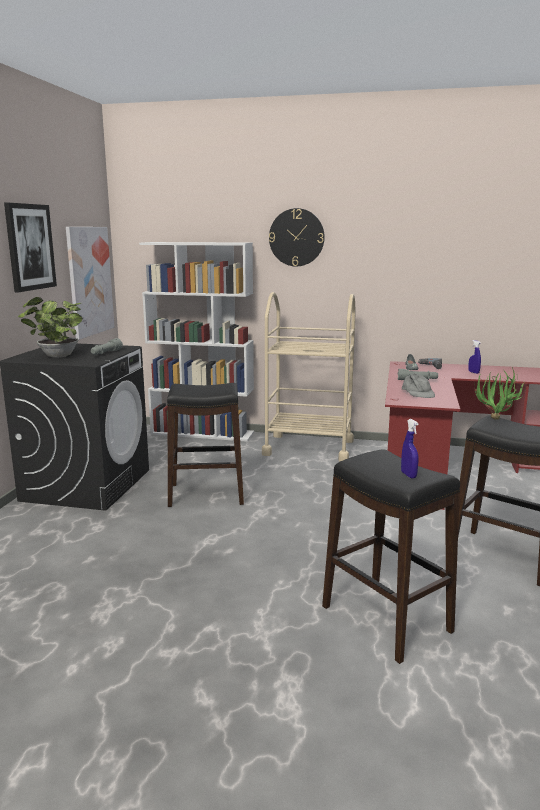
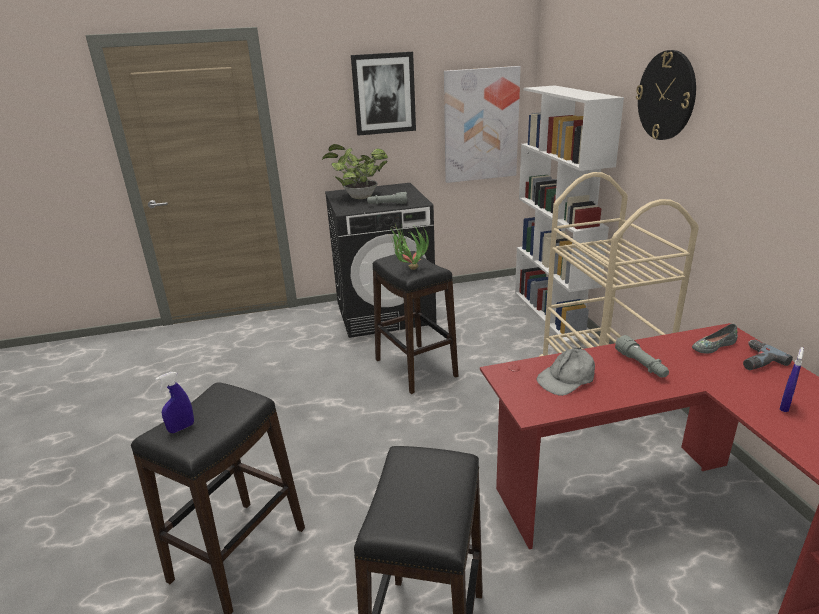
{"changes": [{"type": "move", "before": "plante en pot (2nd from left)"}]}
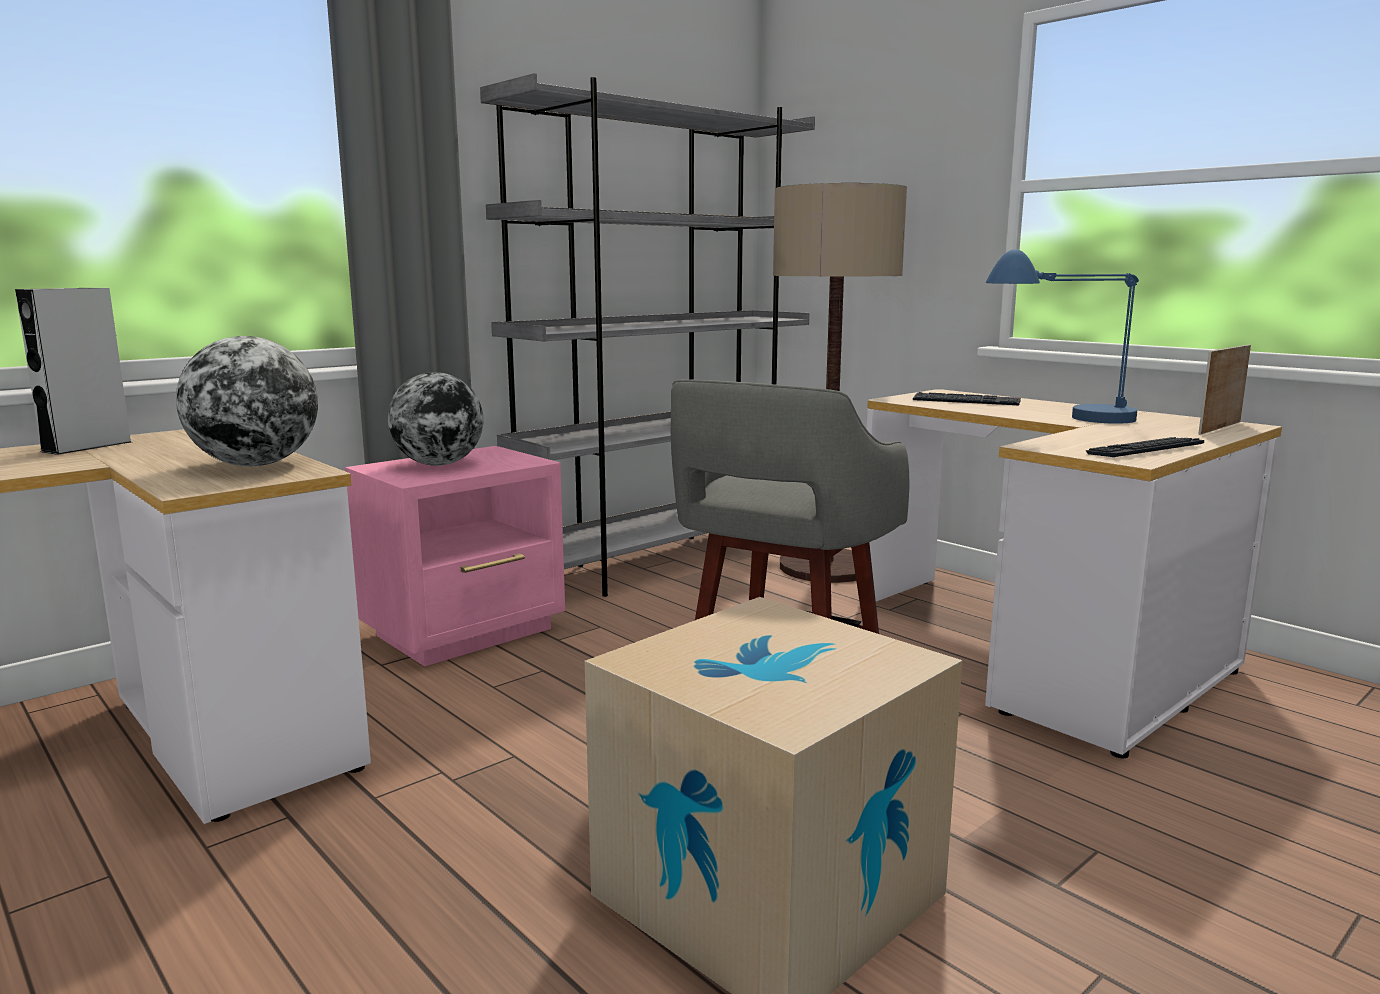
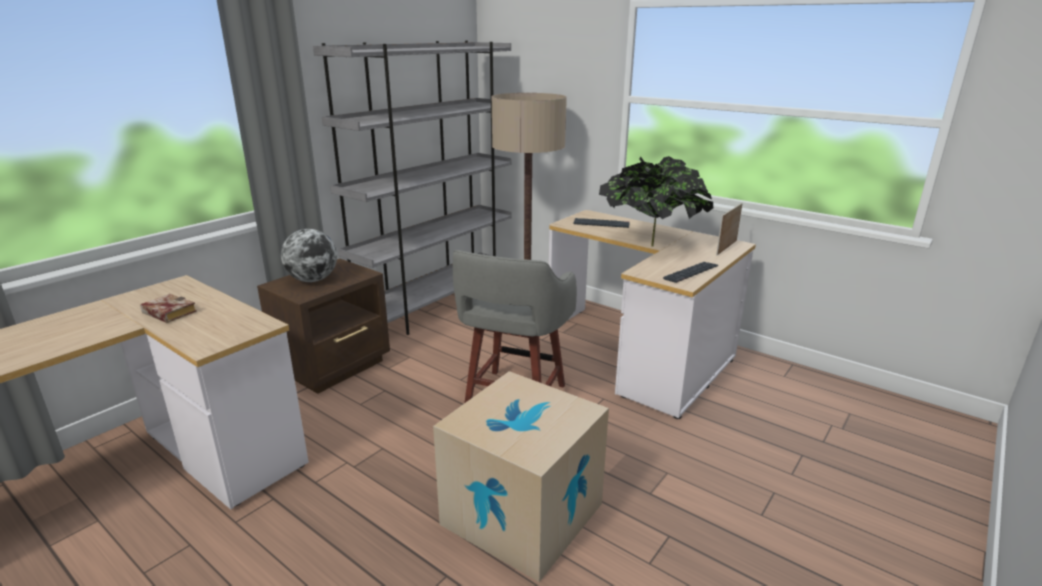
{"changes": [{"type": "insert", "after": "livre"}, {"type": "recolor", "before": "table de chevet/rose", "after": "table de chevet/marron"}, {"type": "replace", "before": "lampe de table/bleu", "after": "plante en pot"}, {"type": "delete", "before": "enceinte/gris"}, {"type": "delete", "before": "globe (1st from left)"}]}
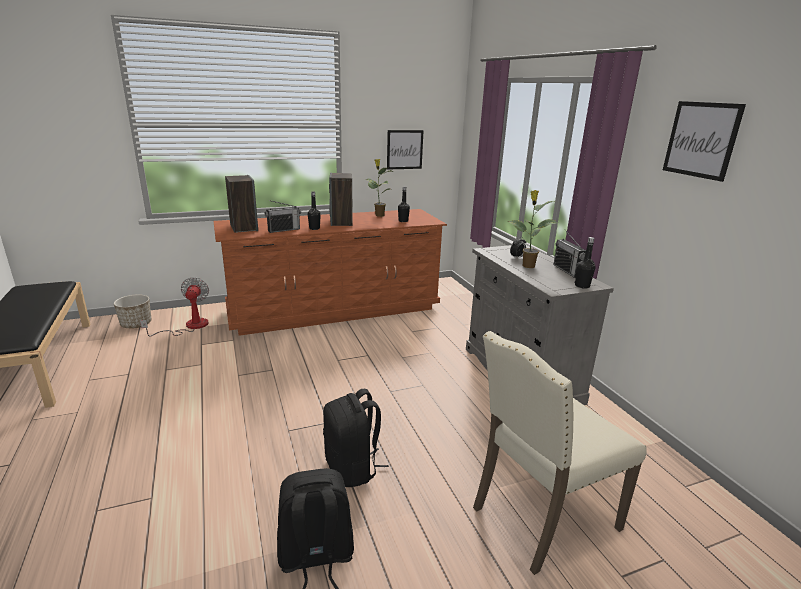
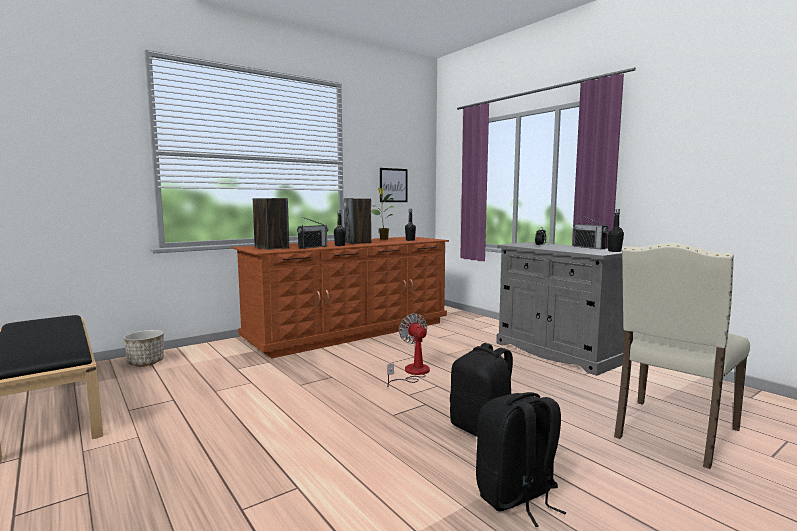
{"changes": [{"type": "move", "before": "ventilateur"}, {"type": "delete", "before": "plante en pot (2nd from left)"}, {"type": "delete", "before": "tableau (2nd from left)"}]}
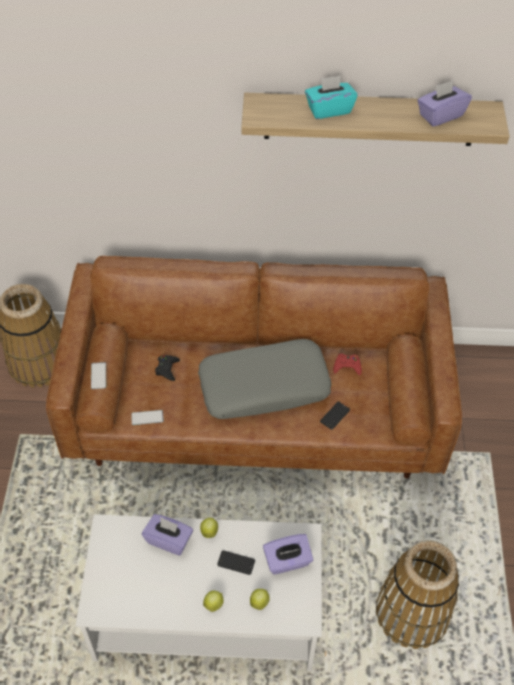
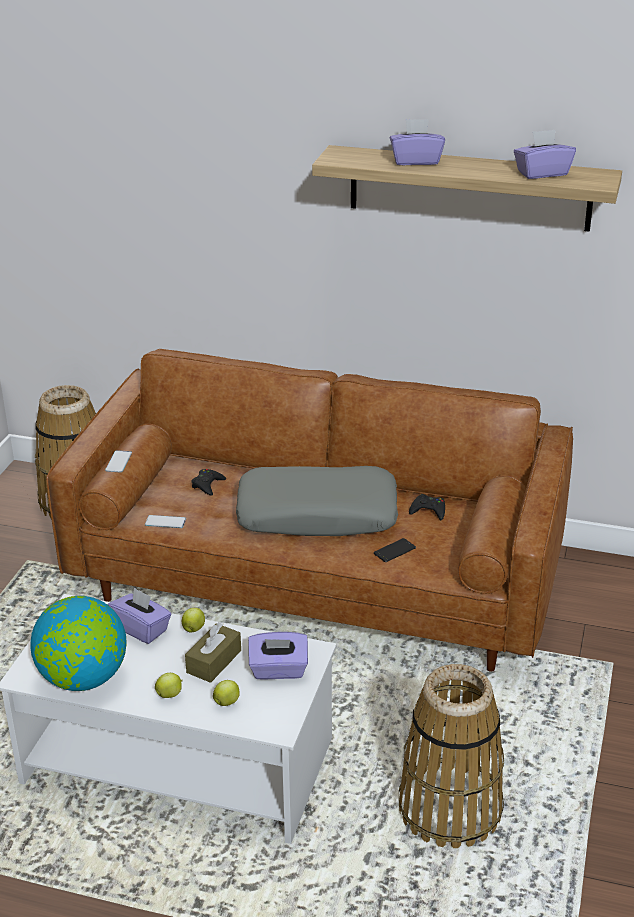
{"changes": [{"type": "insert", "after": "globe"}, {"type": "replace", "before": "téléphone (3rd from left)", "after": "boîte à mouchoirs/marron"}, {"type": "recolor", "before": "boîte à mouchoirs/turquoise", "after": "boîte à mouchoirs/violet (3rd from left)"}, {"type": "recolor", "before": "manette/rouge", "after": "manette/noir (2nd from left)"}]}
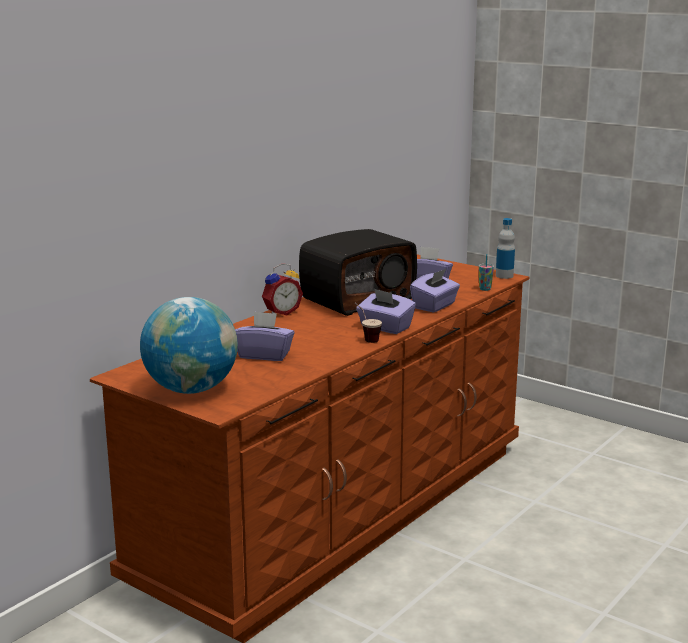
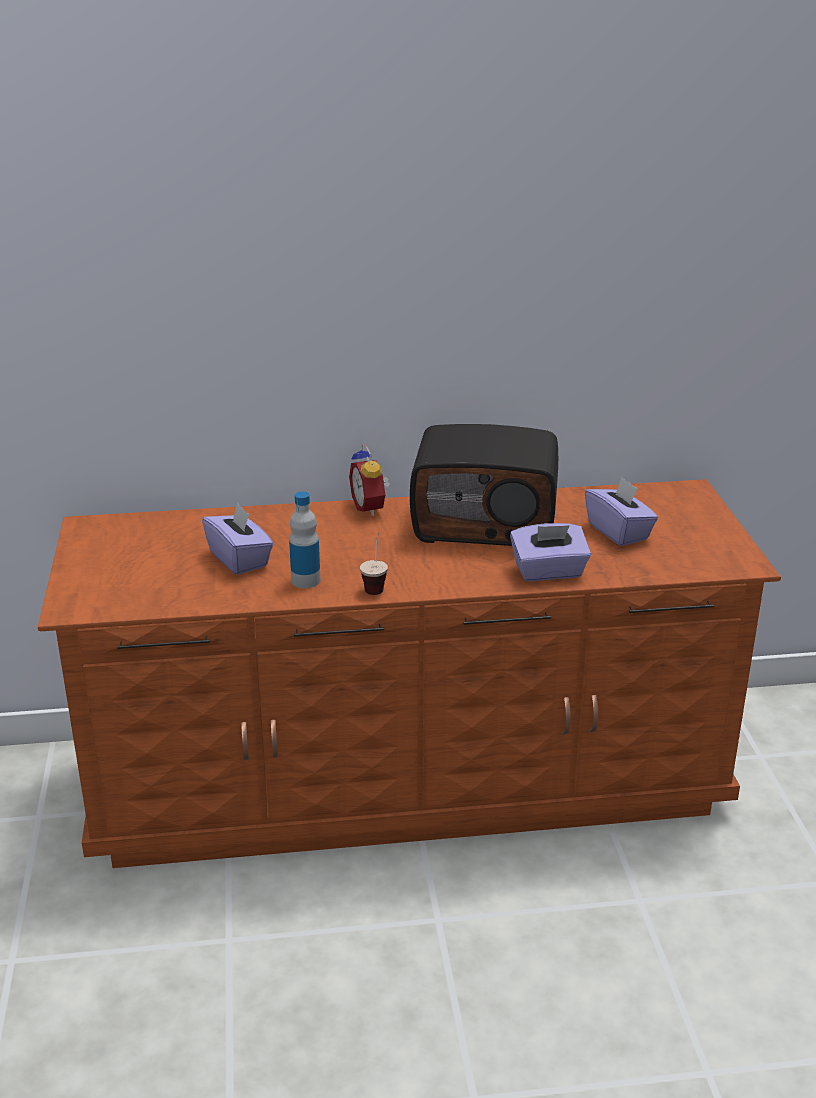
{"changes": [{"type": "move", "before": "bouteille"}, {"type": "rotate", "before": "réveil", "turn": 60}, {"type": "delete", "before": "globe"}, {"type": "delete", "before": "boîte à mouchoirs/violet (2nd from left)"}, {"type": "delete", "before": "tasse (2nd from left)"}]}
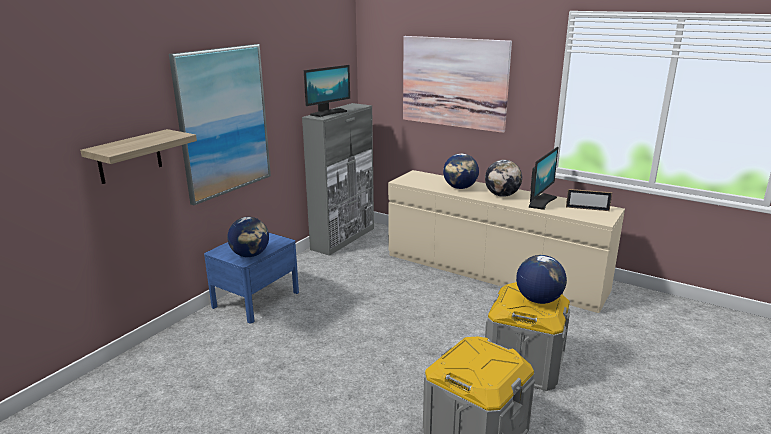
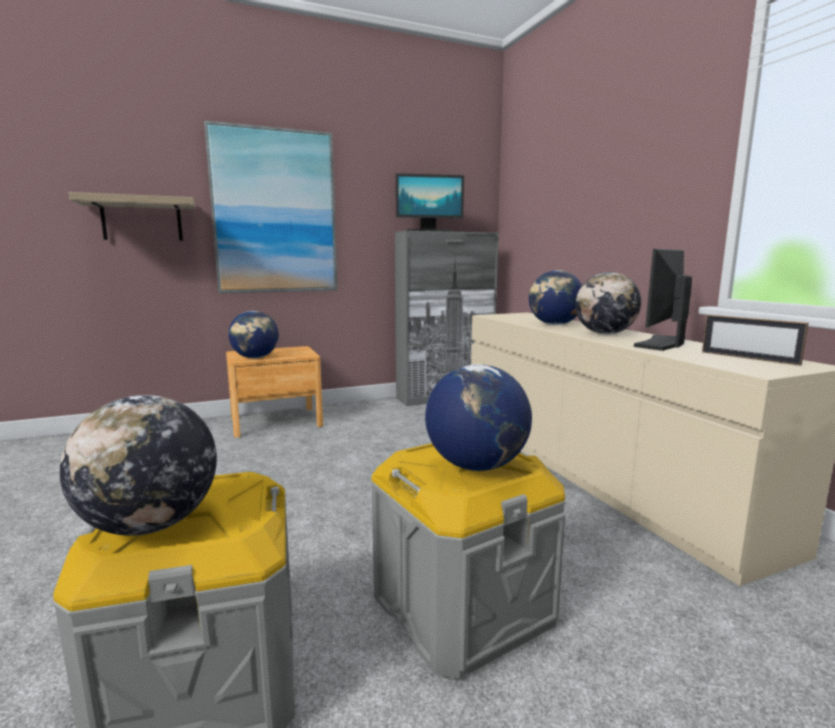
{"changes": [{"type": "insert", "after": "globe (1st from left)"}, {"type": "recolor", "before": "table de chevet/bleu", "after": "table de chevet/marron"}, {"type": "rotate", "before": "écran d'ordinateur (2nd from left)", "turn": 150}, {"type": "delete", "before": "tableau (2nd from left)"}]}
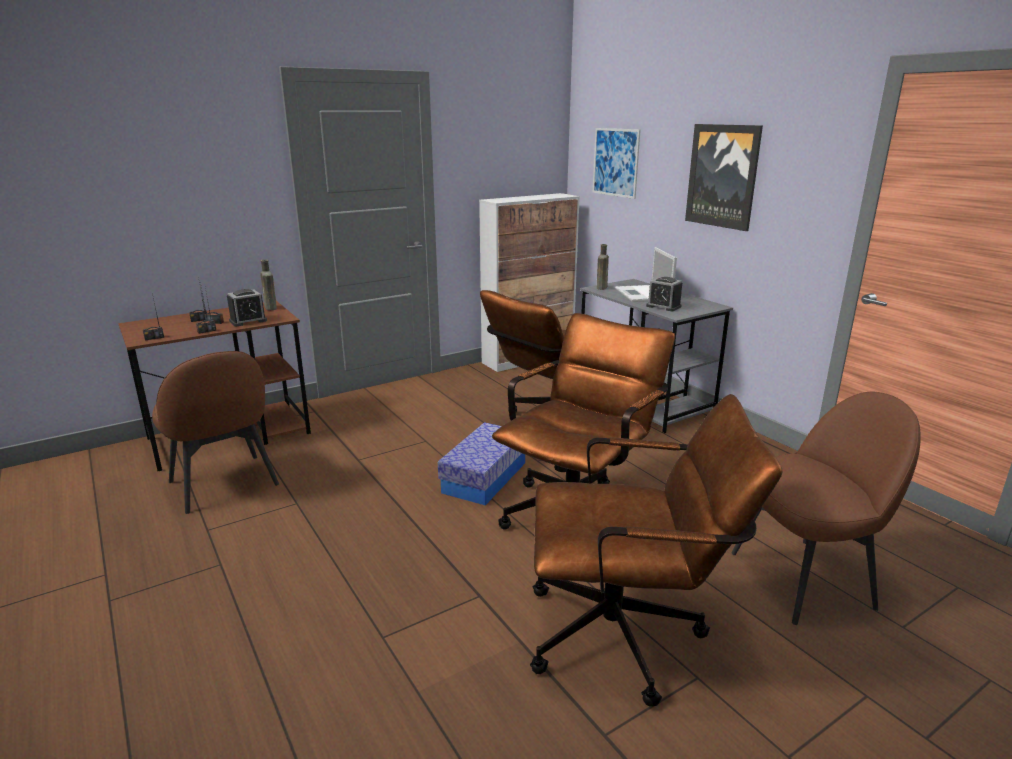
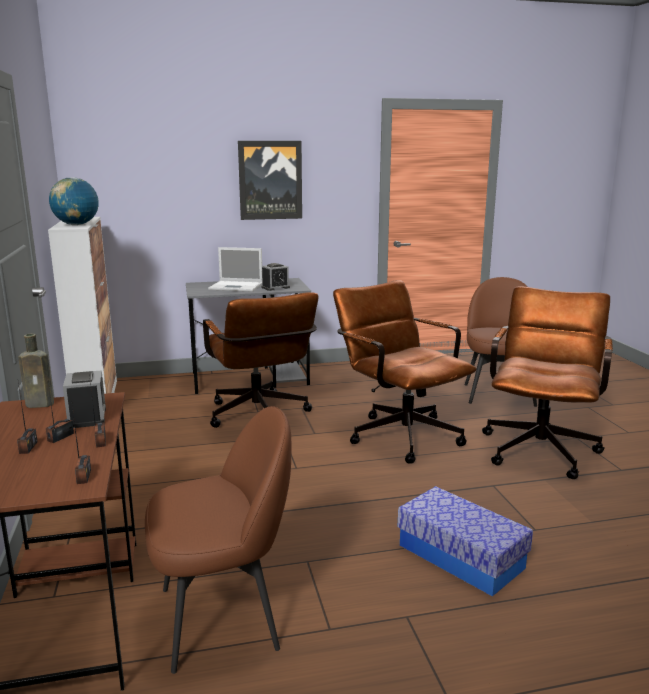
{"changes": [{"type": "insert", "after": "globe"}, {"type": "move", "before": "boîte de rangement"}, {"type": "delete", "before": "tableau (1st from left)"}, {"type": "delete", "before": "bouteille/marron (2nd from left)"}]}
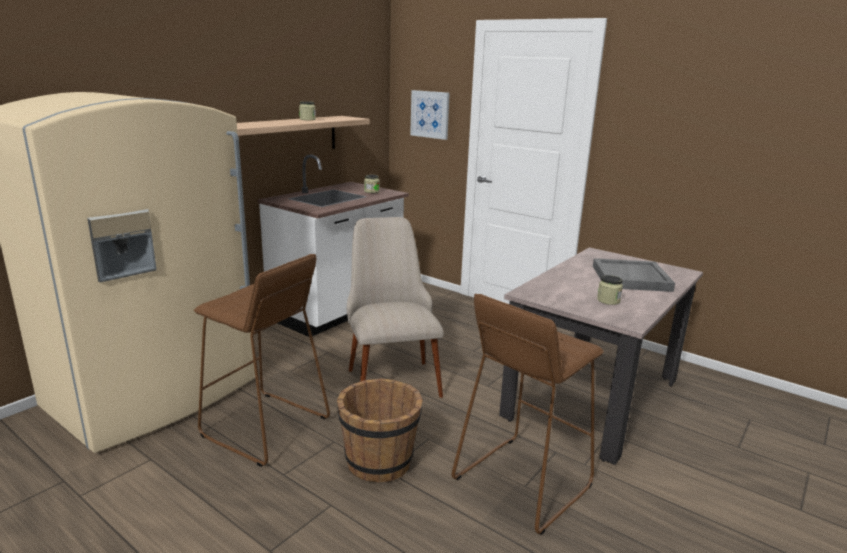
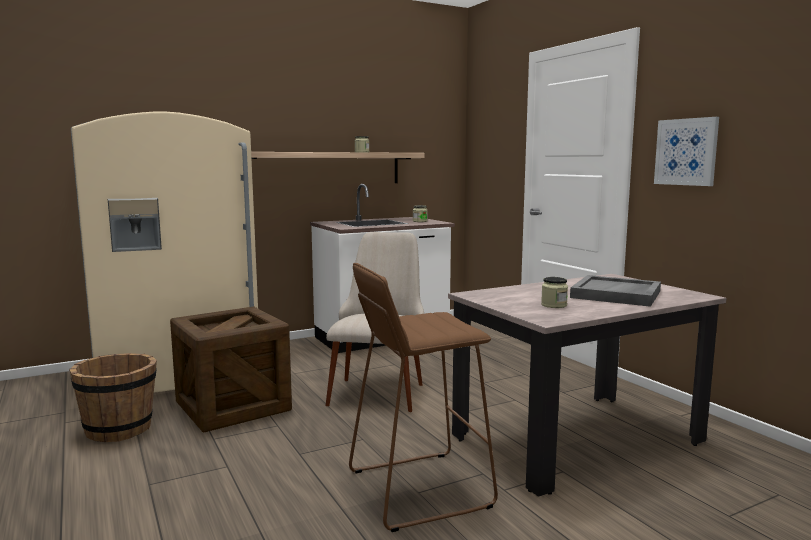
{"changes": [{"type": "move", "before": "seau/marron"}, {"type": "replace", "before": "tabouret/marron (1st from left)", "after": "caisse"}, {"type": "move", "before": "tableau"}]}
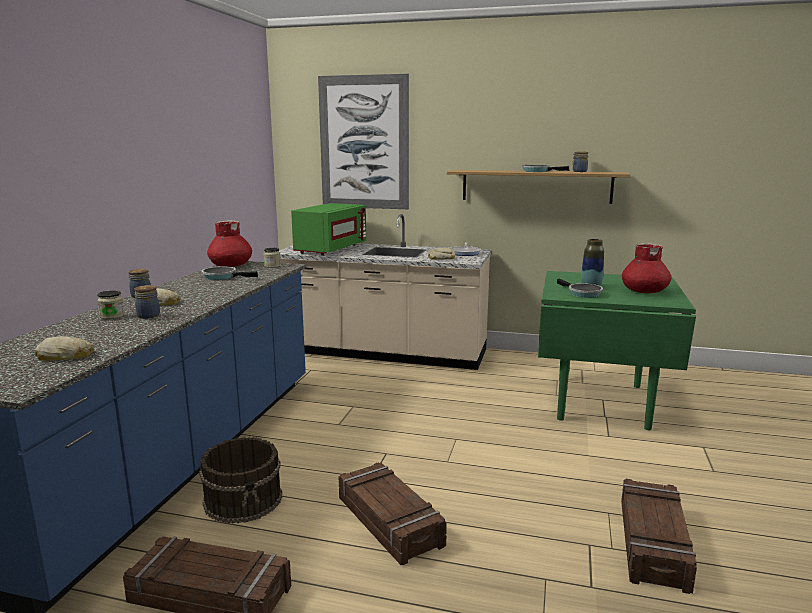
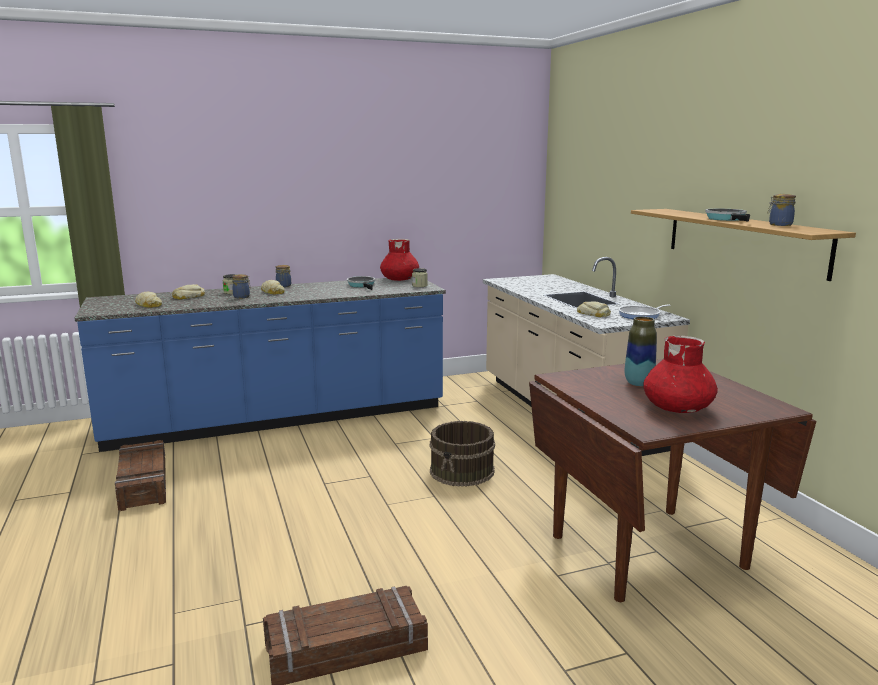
{"changes": [{"type": "insert", "after": "pain (2nd from left)"}, {"type": "move", "before": "seau/marron"}, {"type": "recolor", "before": "table à manger/vert", "after": "table à manger/marron"}, {"type": "delete", "before": "micro-ondes/vert"}, {"type": "delete", "before": "tableau"}, {"type": "delete", "before": "caisse (2nd from left)"}, {"type": "delete", "before": "poêle (4th from left)"}]}
